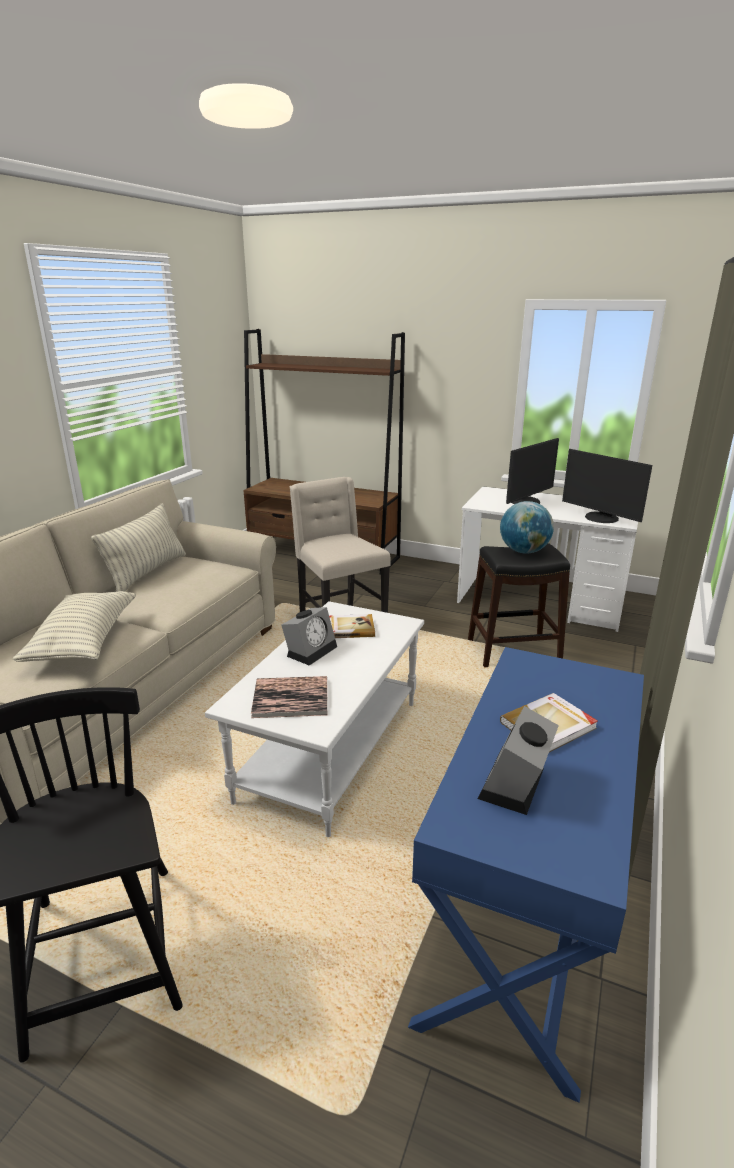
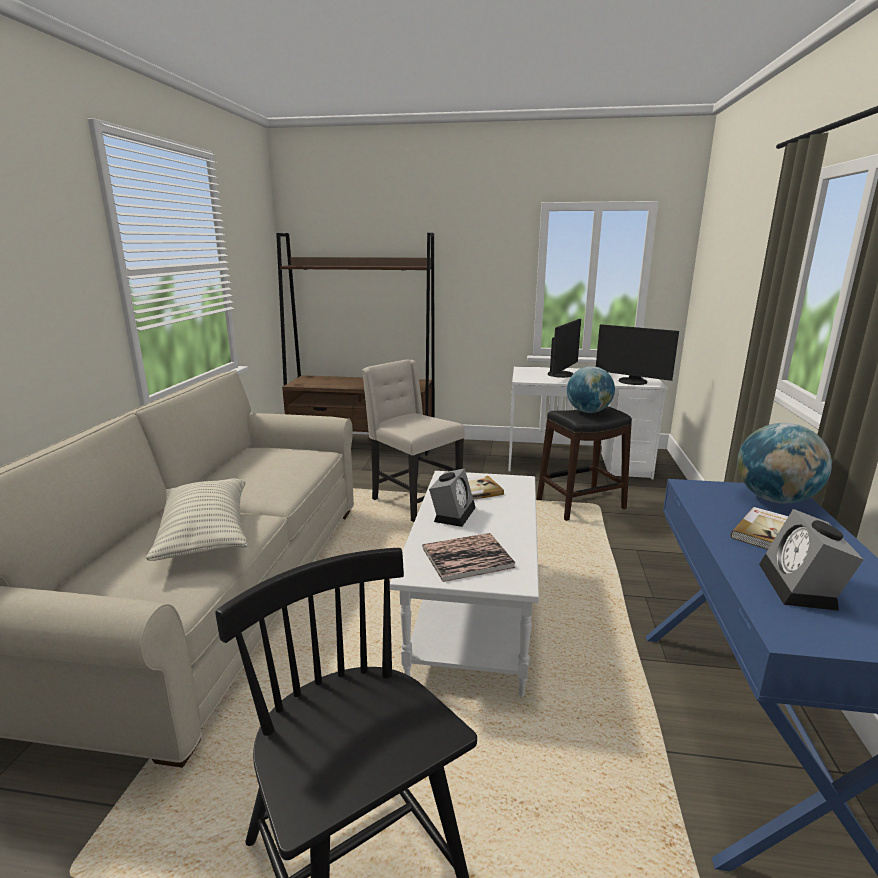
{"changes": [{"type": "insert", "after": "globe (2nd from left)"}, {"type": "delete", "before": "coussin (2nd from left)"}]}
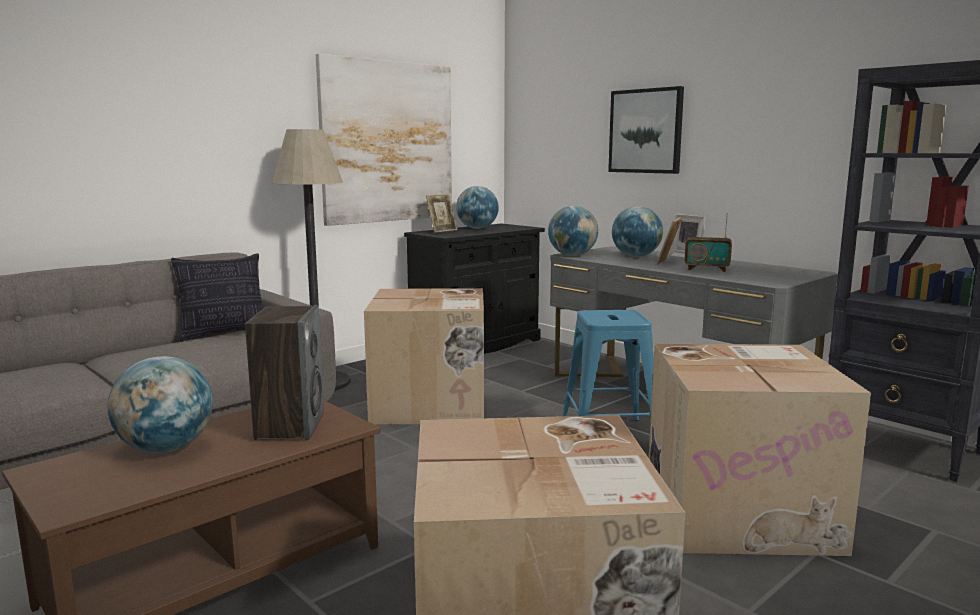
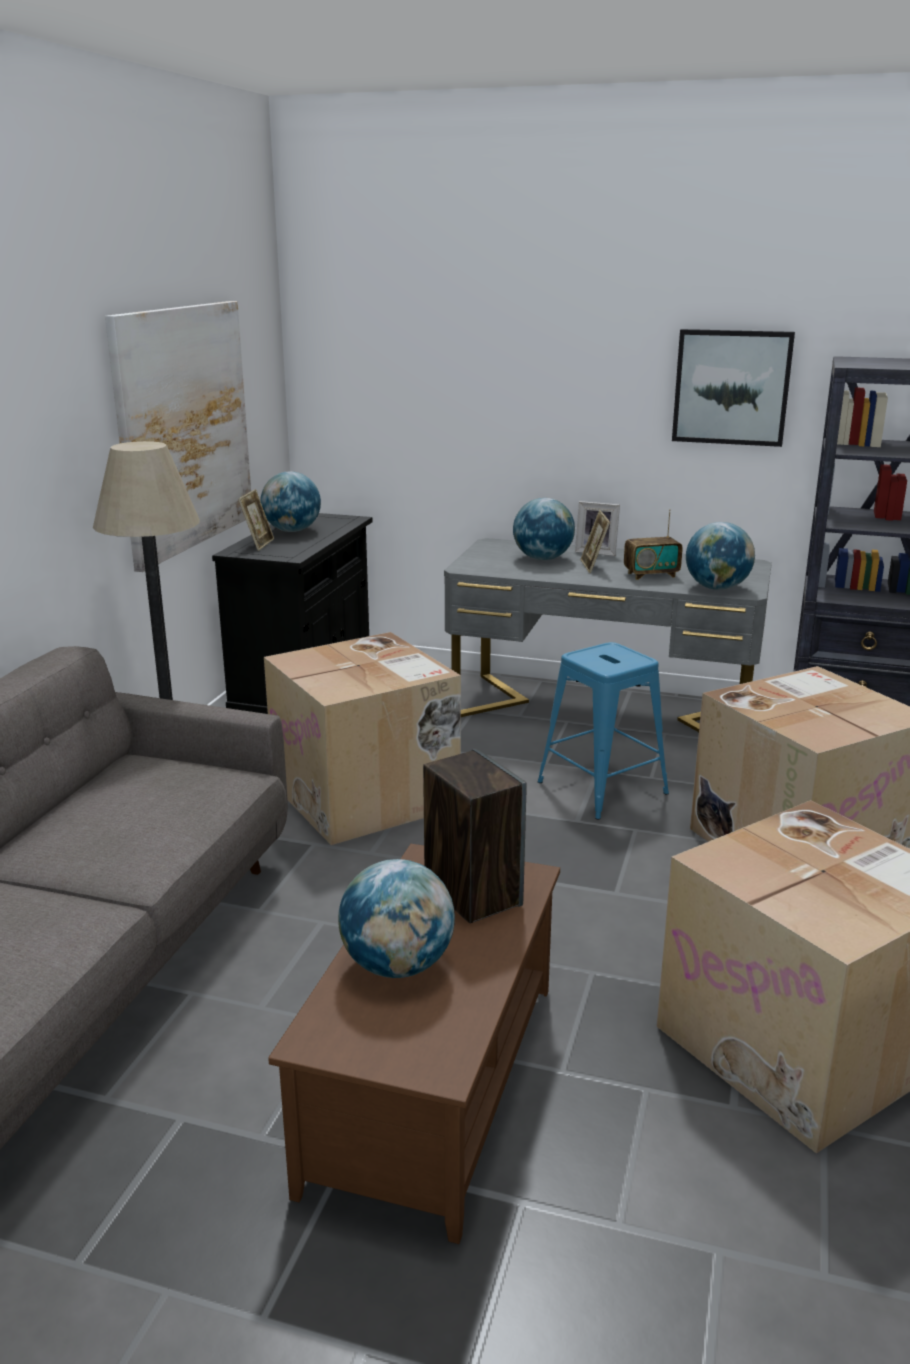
{"changes": [{"type": "move", "before": "tableau (2nd from left)"}, {"type": "move", "before": "globe (3rd from left in the first image)", "after": "globe (4th from left)"}, {"type": "delete", "before": "coussin"}]}
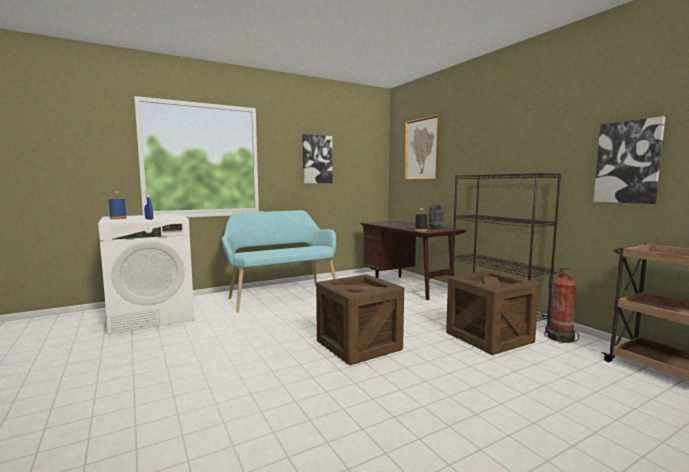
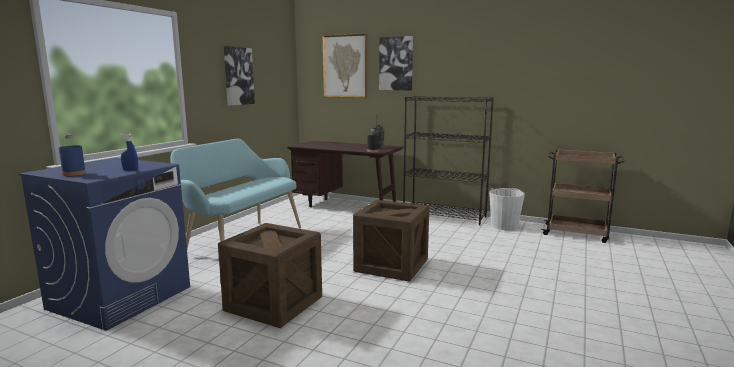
{"changes": [{"type": "recolor", "before": "lave-linge/blanc", "after": "lave-linge/bleu"}, {"type": "move", "before": "caisse (2nd from left in the first image)", "after": "caisse (1st from left)"}, {"type": "move", "before": "tableau (3rd from left)"}, {"type": "replace", "before": "extincteur", "after": "seau/blanc"}]}
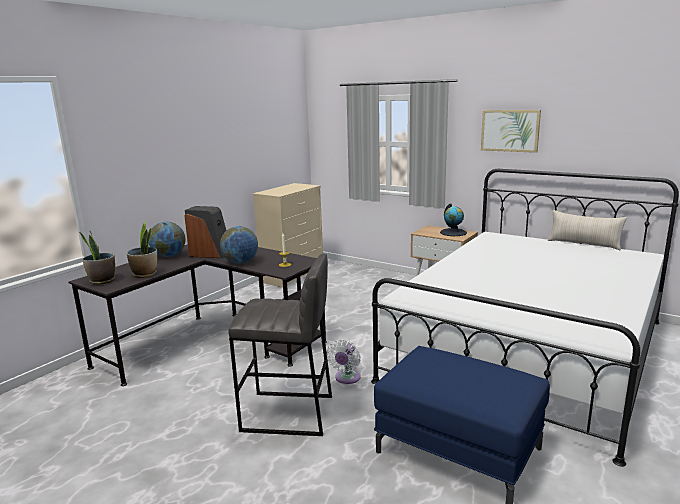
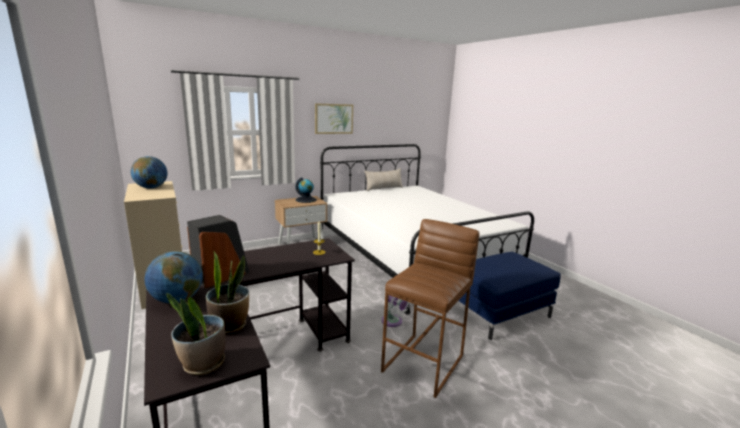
{"changes": [{"type": "move", "before": "globe (2nd from left in the first image)", "after": "globe (1st from left)"}, {"type": "recolor", "before": "tabouret/gris", "after": "tabouret/marron"}]}
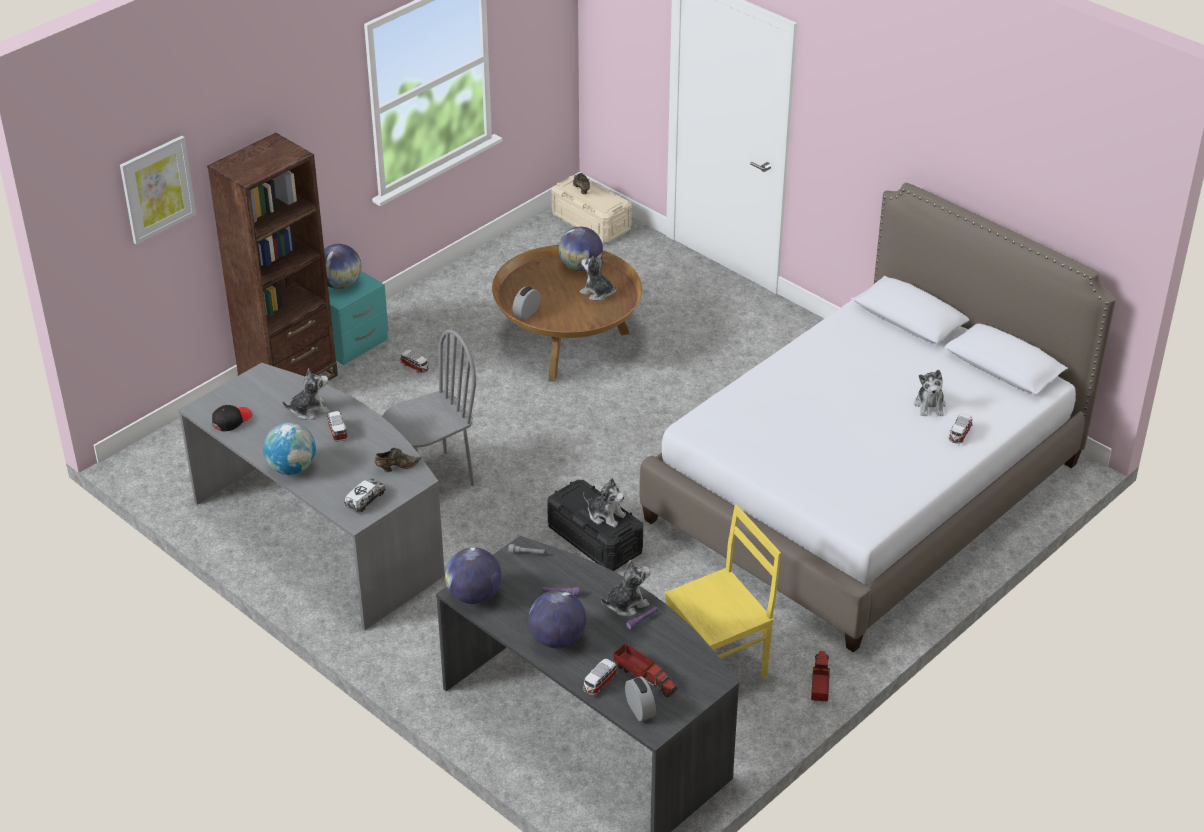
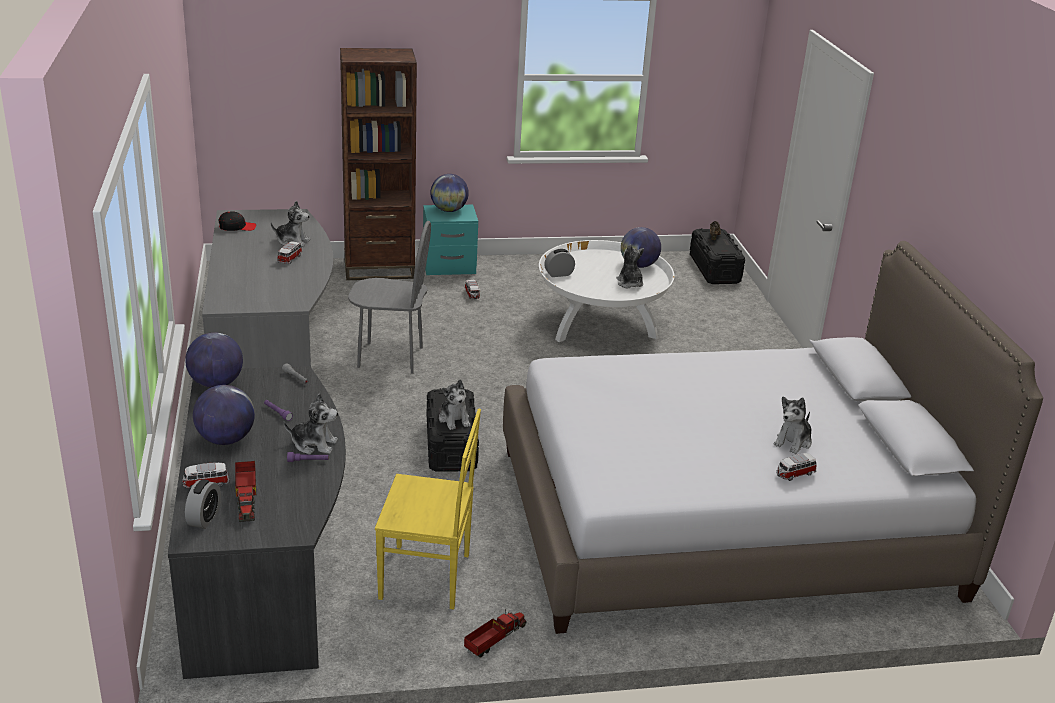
{"changes": [{"type": "recolor", "before": "table basse/marron", "after": "table basse/blanc"}, {"type": "recolor", "before": "boîte de rangement/beige", "after": "boîte de rangement/noir (2nd from left)"}, {"type": "delete", "before": "tableau"}, {"type": "delete", "before": "globe (1st from left)"}, {"type": "delete", "before": "camion jouet (1st from left)"}, {"type": "delete", "before": "chaussure/marron (1st from left)"}]}
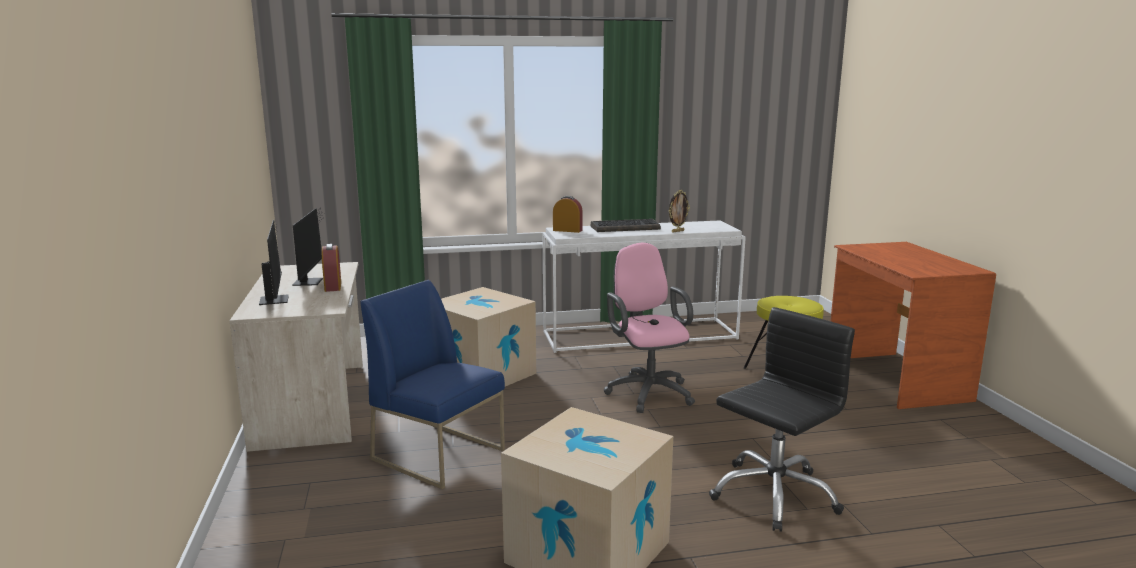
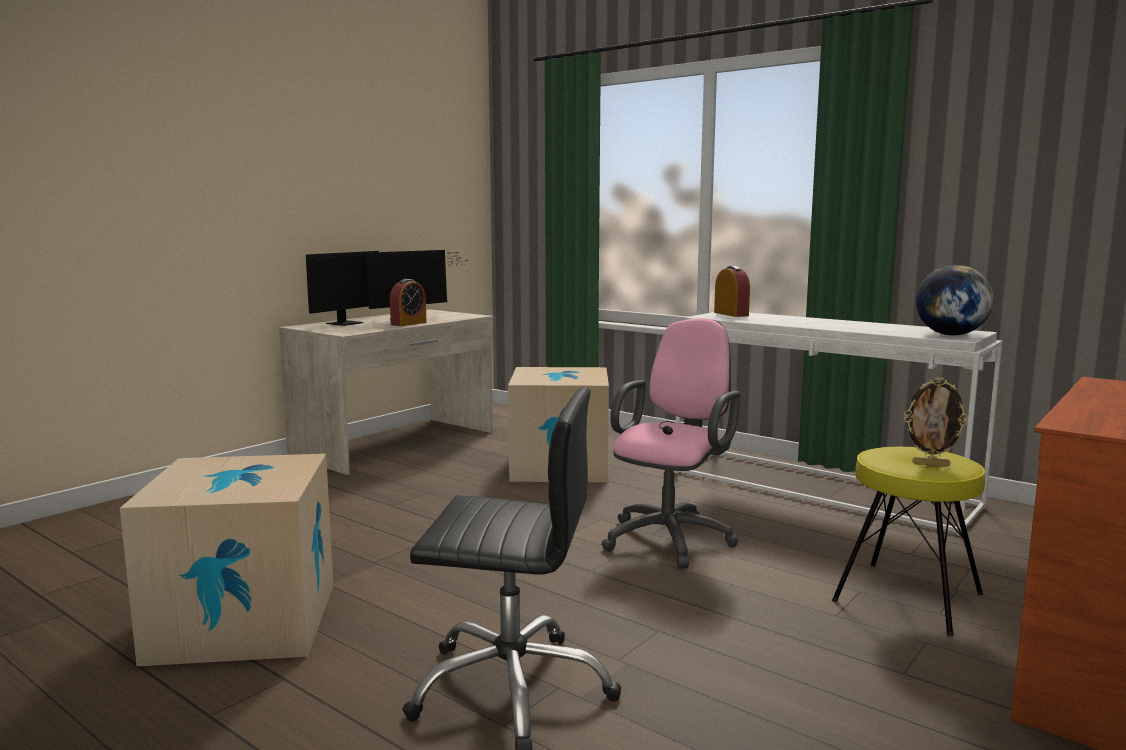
{"changes": [{"type": "move", "before": "cadre photo"}, {"type": "insert", "after": "globe"}, {"type": "delete", "before": "chaise/bleu"}, {"type": "delete", "before": "clavier"}]}
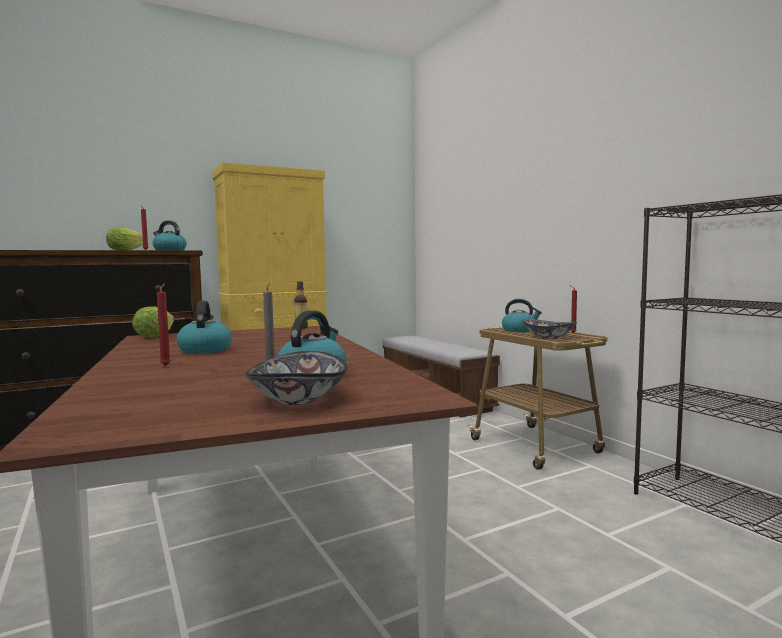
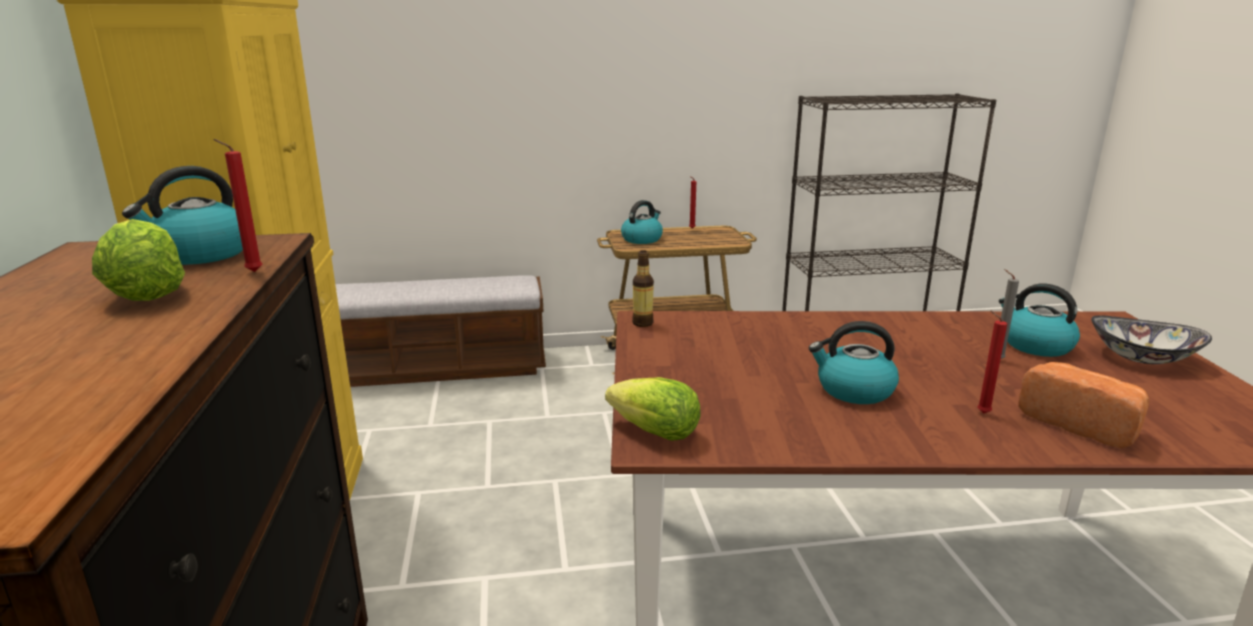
{"changes": [{"type": "insert", "after": "pain"}, {"type": "delete", "before": "bol (2nd from left)"}]}
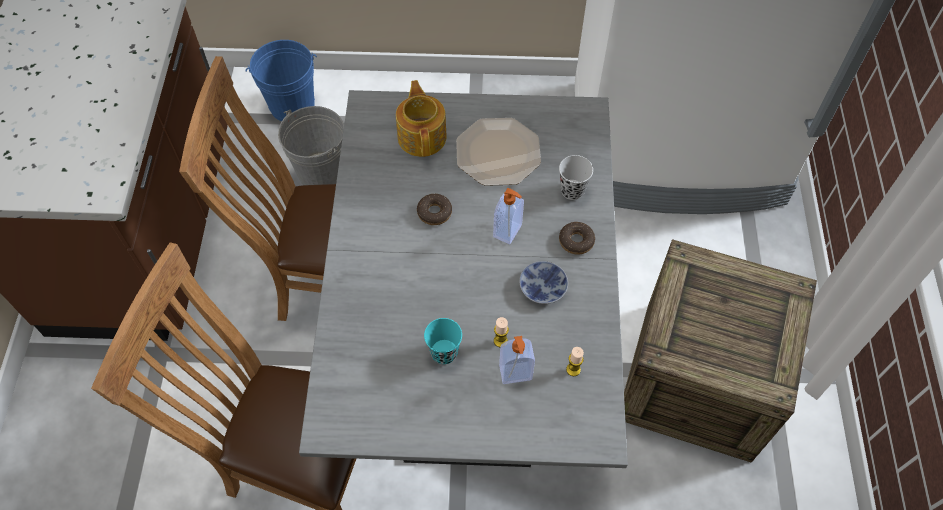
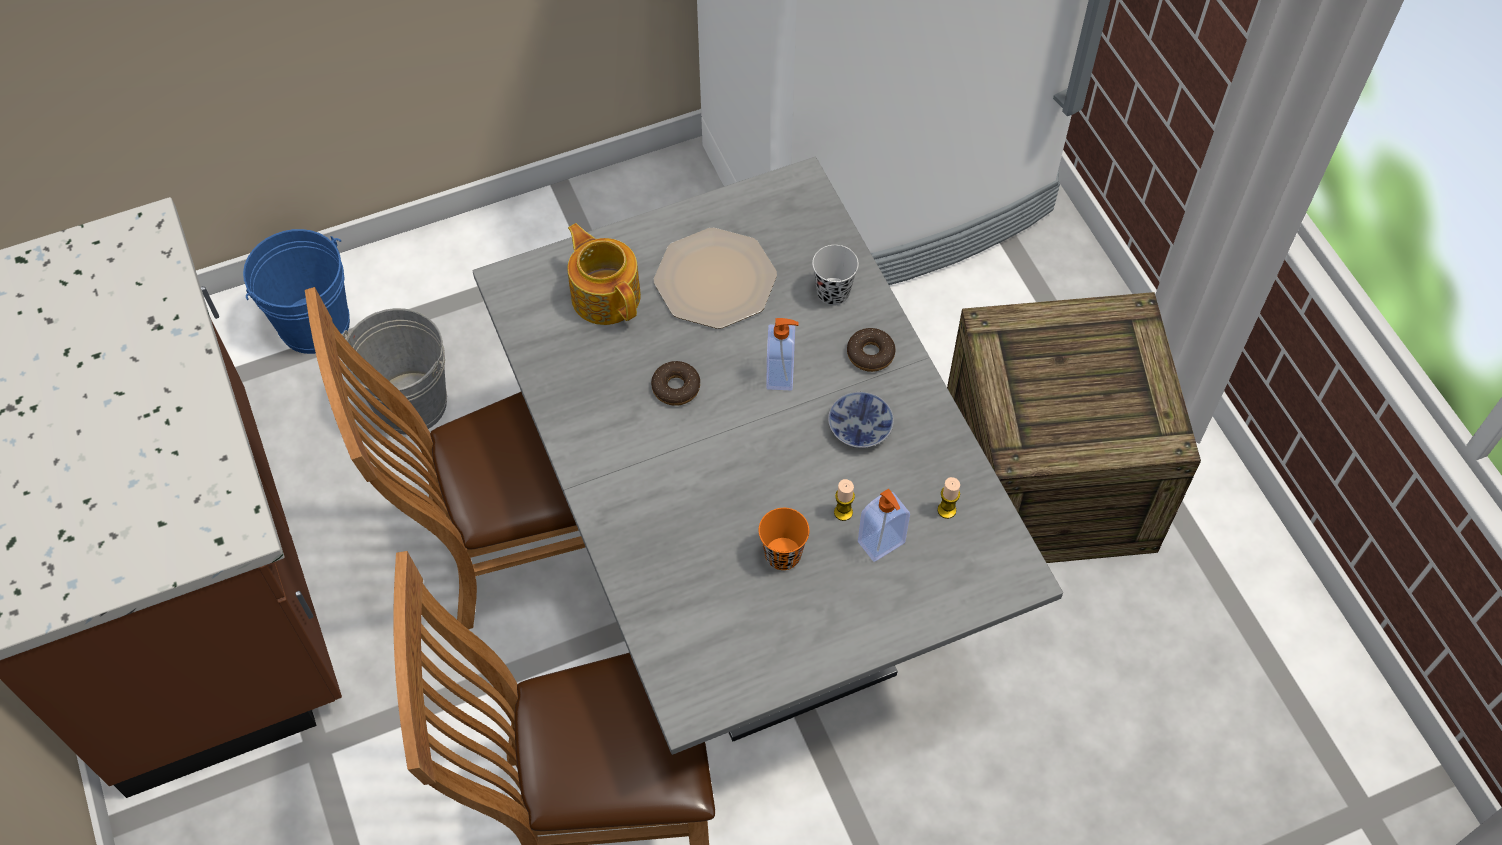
{"changes": [{"type": "recolor", "before": "tasse/turquoise", "after": "tasse/orange"}]}
